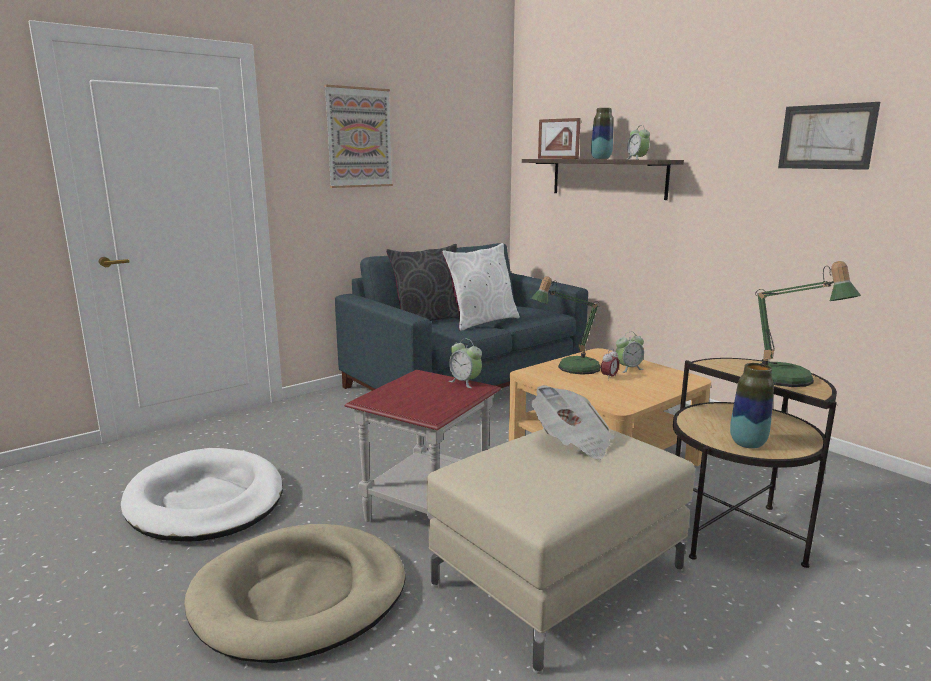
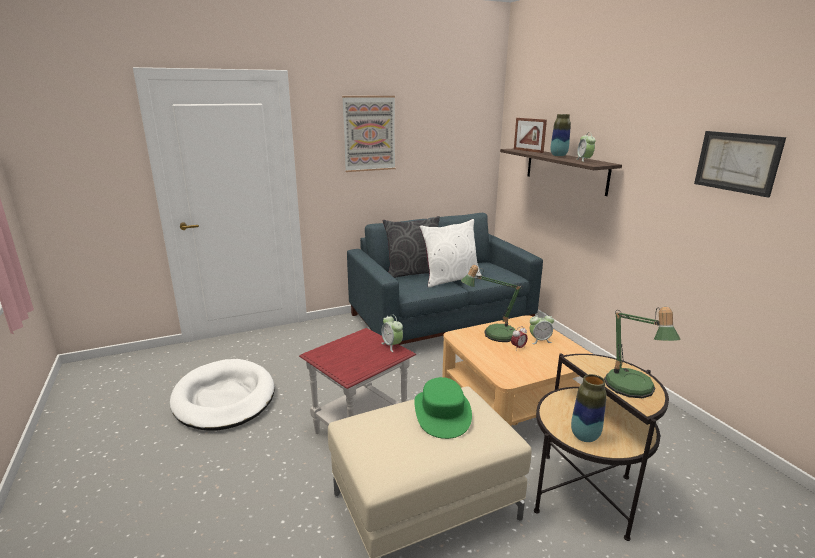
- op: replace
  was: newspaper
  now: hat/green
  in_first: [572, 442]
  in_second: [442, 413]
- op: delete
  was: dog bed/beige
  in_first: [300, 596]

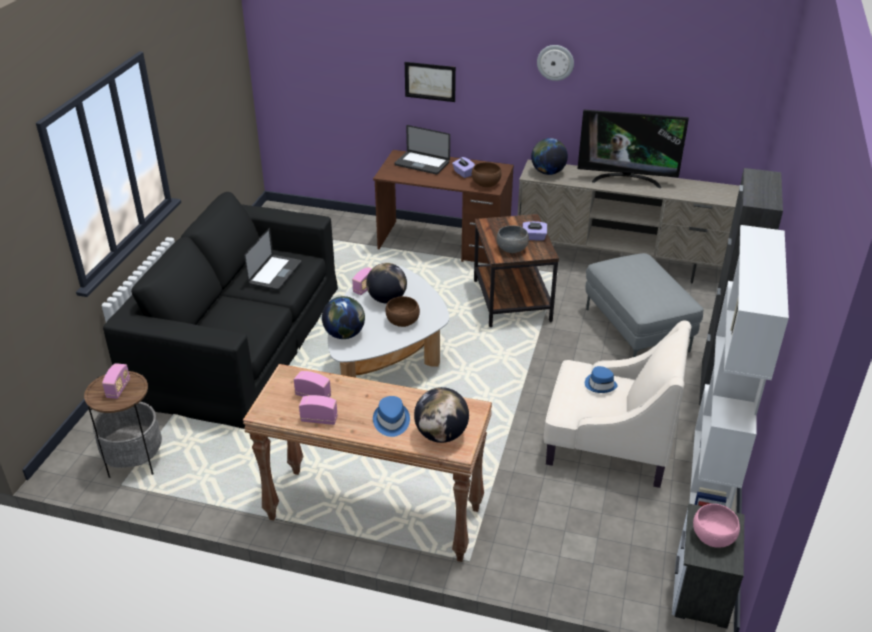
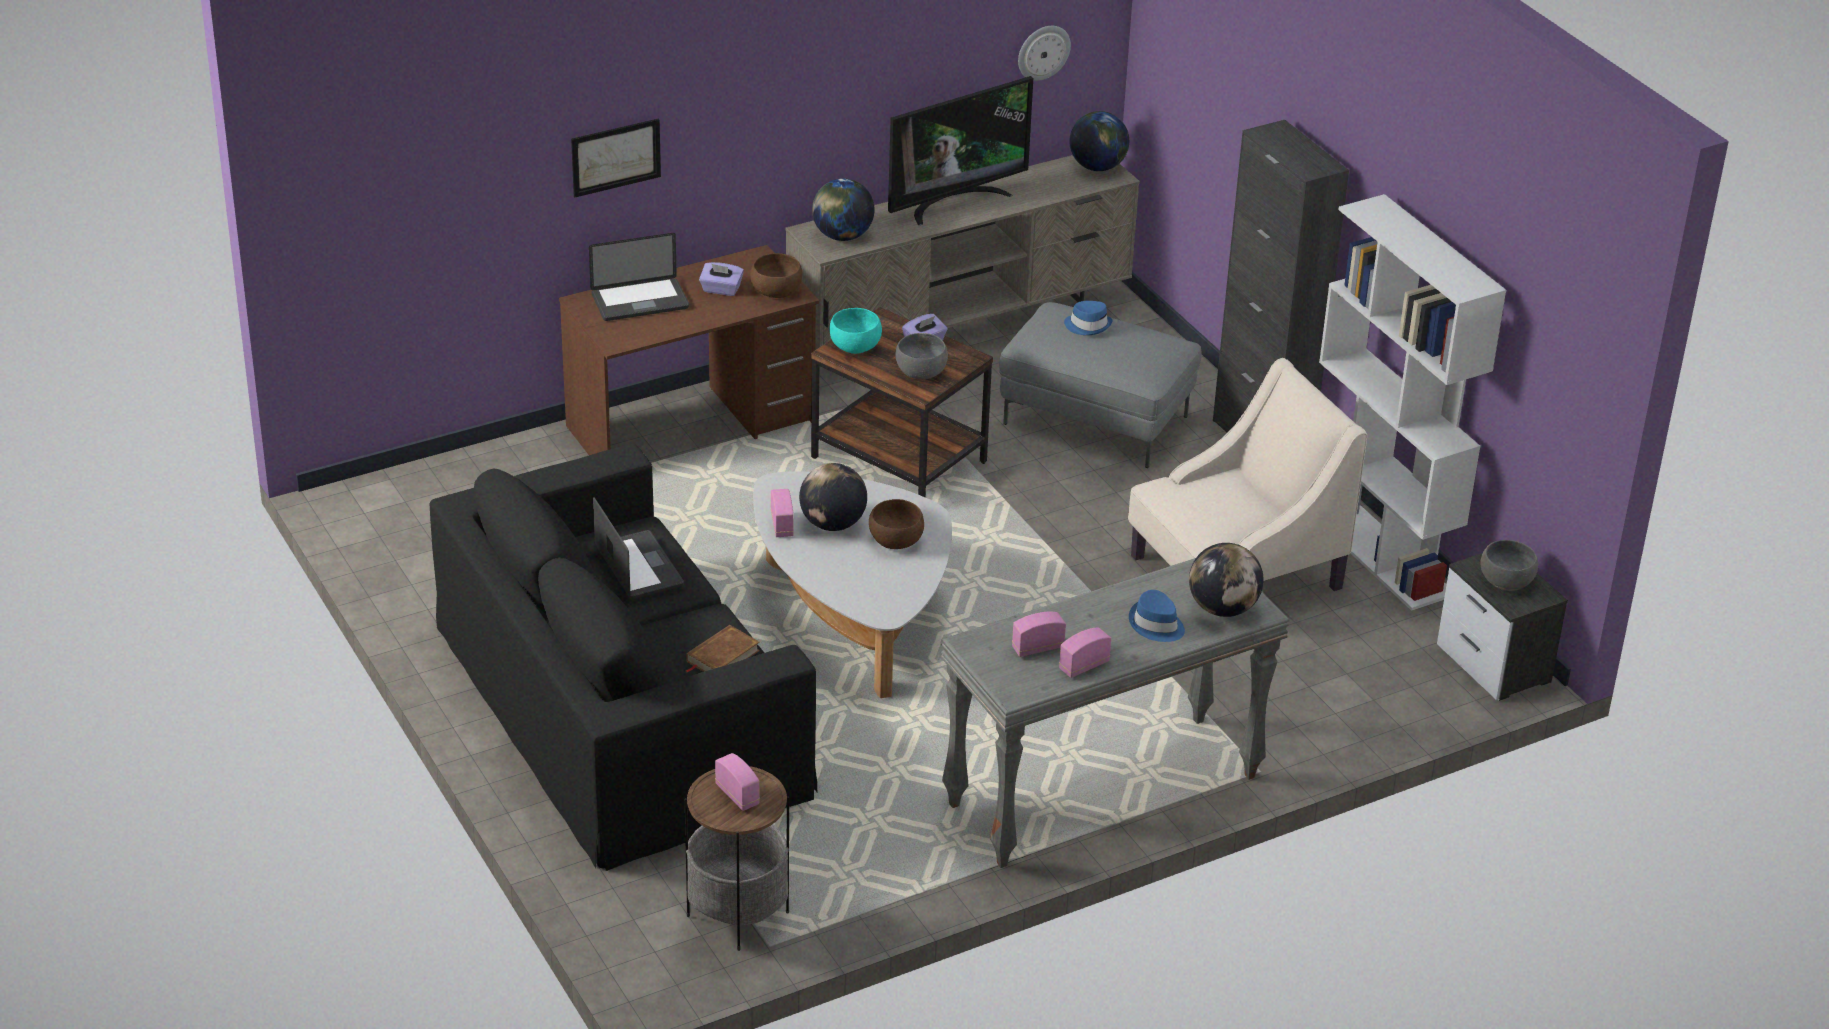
- op: insert
  now: book/brown
  in_second: [722, 656]
- op: insert
  now: bowl/turquoise
  in_second: [855, 346]
- op: recolor
  was: console table/brown
  now: console table/grey
  in_first: [373, 515]
  in_second: [1103, 793]
- op: move
  was: wall clock
  in_first: [555, 62]
  in_second: [1043, 52]
- op: move
  was: hat/blue
  in_first: [600, 384]
  in_second: [1088, 325]
- op: move
  was: globe
  in_first: [345, 334]
  in_second: [1097, 167]
- op: recolor
  was: bowl/pink
  now: bowl/grey
  in_first: [713, 536]
  in_second: [1505, 581]

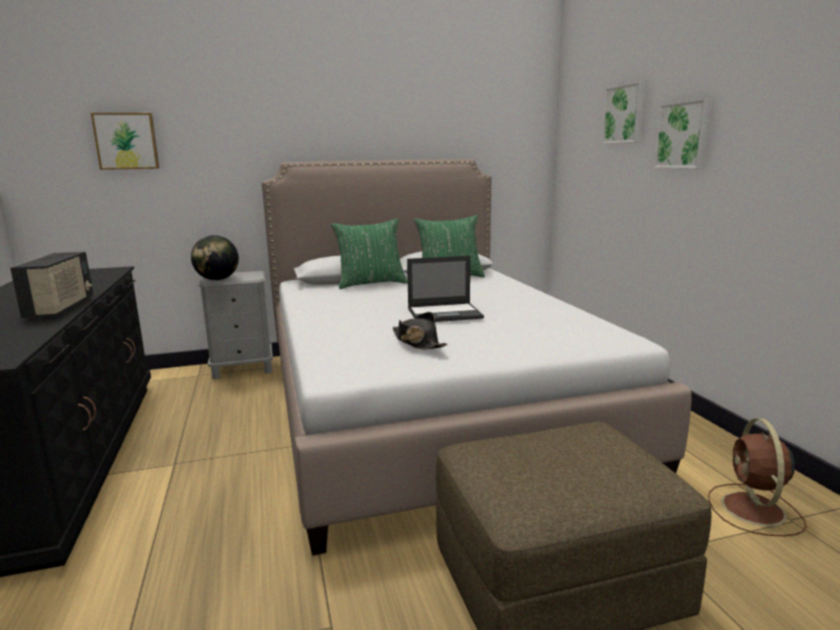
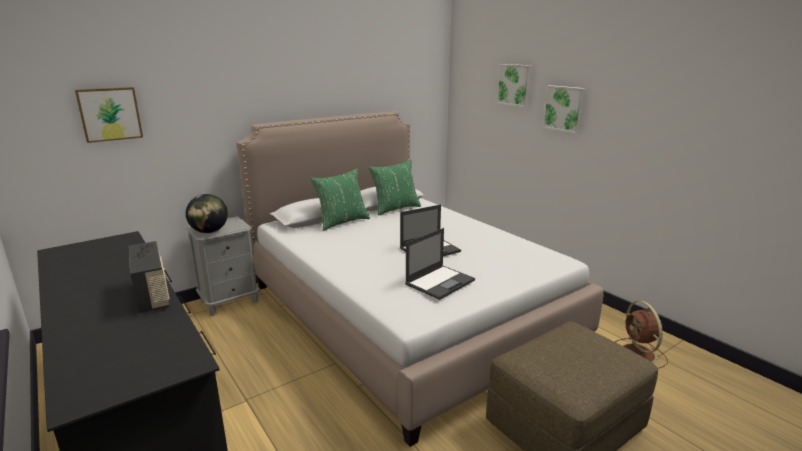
- op: replace
  was: hat/black
  now: laptop
  in_first: [417, 342]
  in_second: [440, 282]

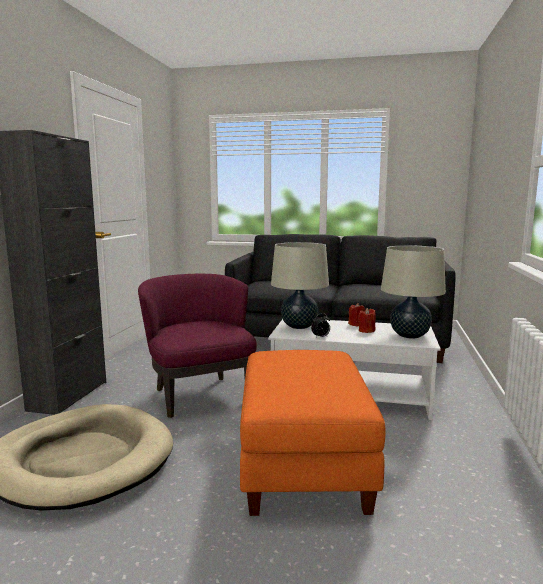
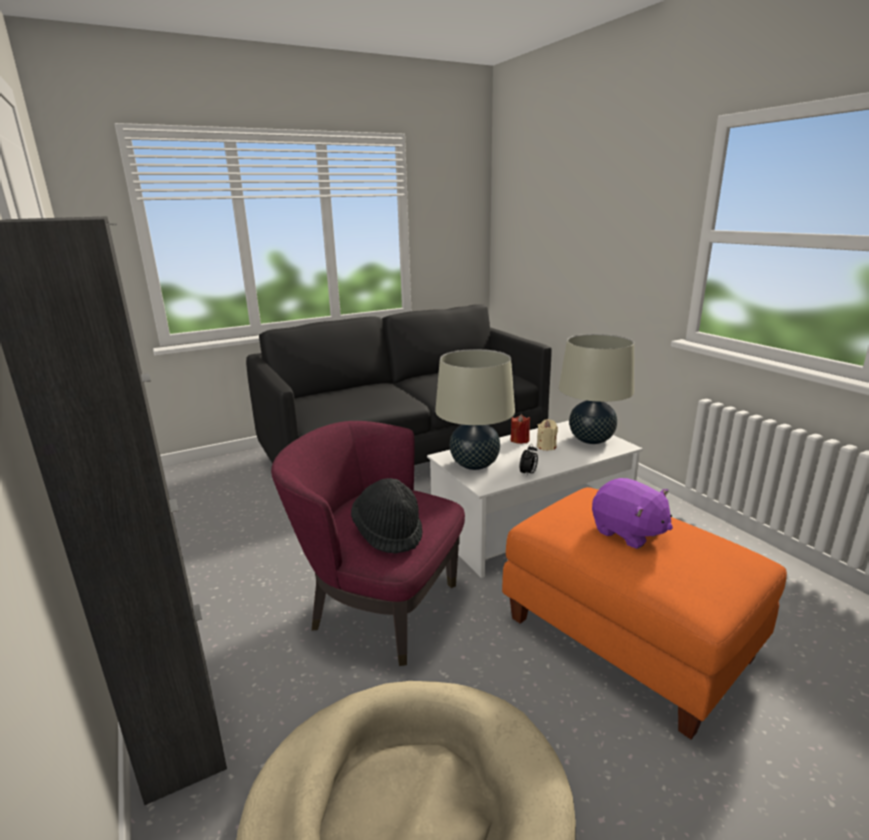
- op: insert
  now: hat/black
  in_second: [388, 533]
- op: recolor
  was: candle/red
  now: candle/beige
  in_first: [366, 331]
  in_second: [546, 446]
- op: insert
  now: plush toy/purple
  in_second: [628, 532]

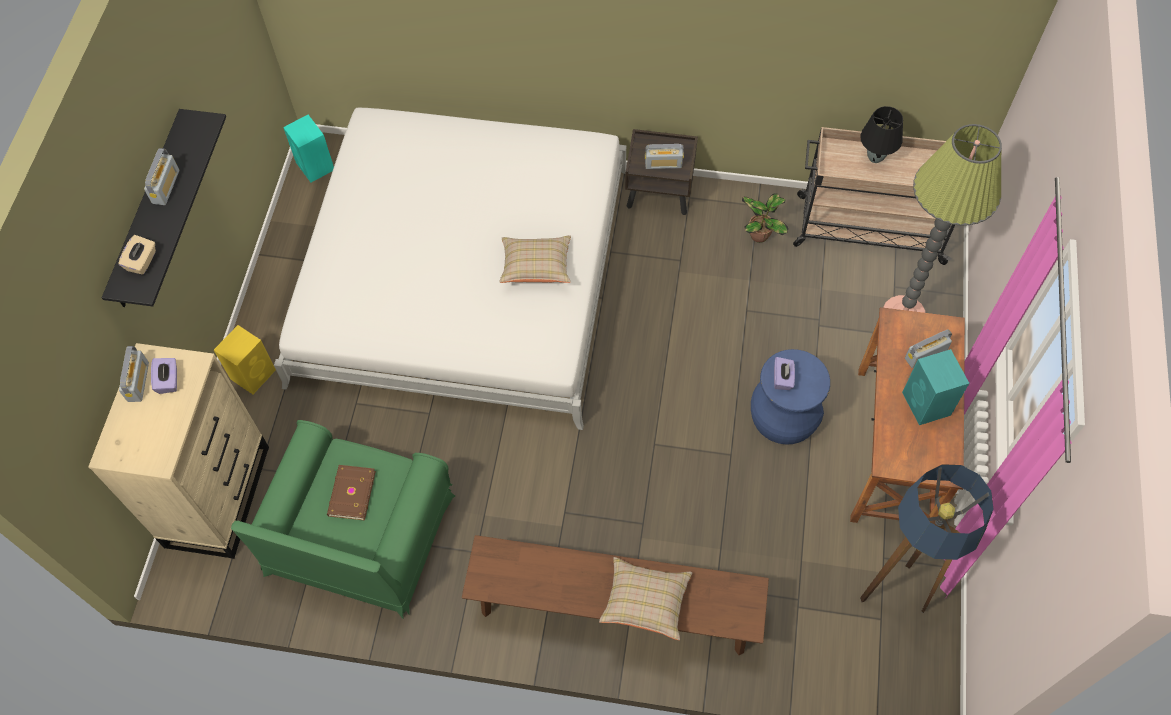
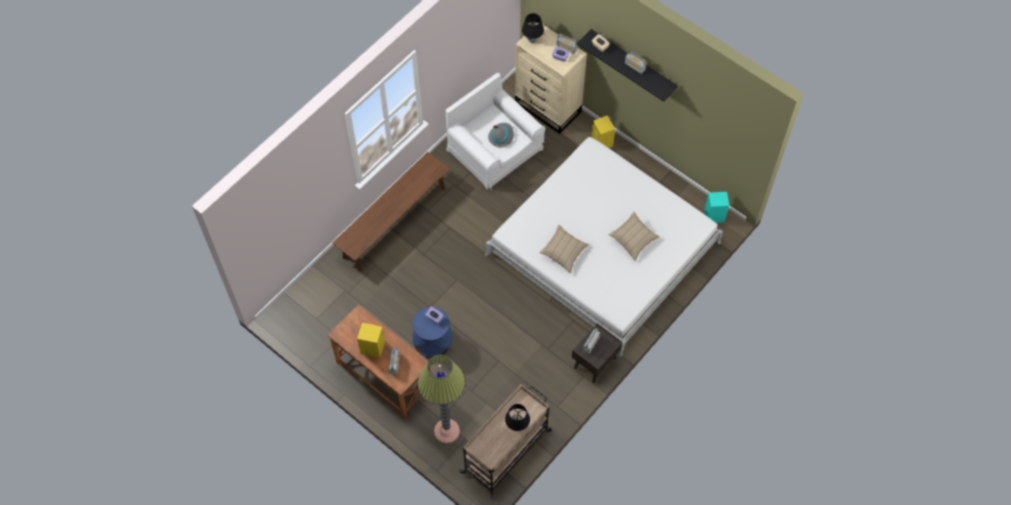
- op: recolor
  was: speaker/turquoise
  now: speaker/yellow
  in_first: [927, 404]
  in_second: [372, 347]
- op: recolor
  was: armchair/green
  now: armchair/white
  in_first: [359, 534]
  in_second: [494, 149]
- op: replace
  was: book/brown
  now: hat/grey
  in_first: [350, 494]
  in_second: [501, 136]
- op: insert
  now: table lamp/black
  in_second: [532, 40]
- op: move
  was: pillow/beige
  in_first: [645, 602]
  in_second: [633, 240]
- op: delete
  was: potted plant
  in_first: [760, 235]
- op: delete
  was: floor lamp
  in_first: [891, 593]

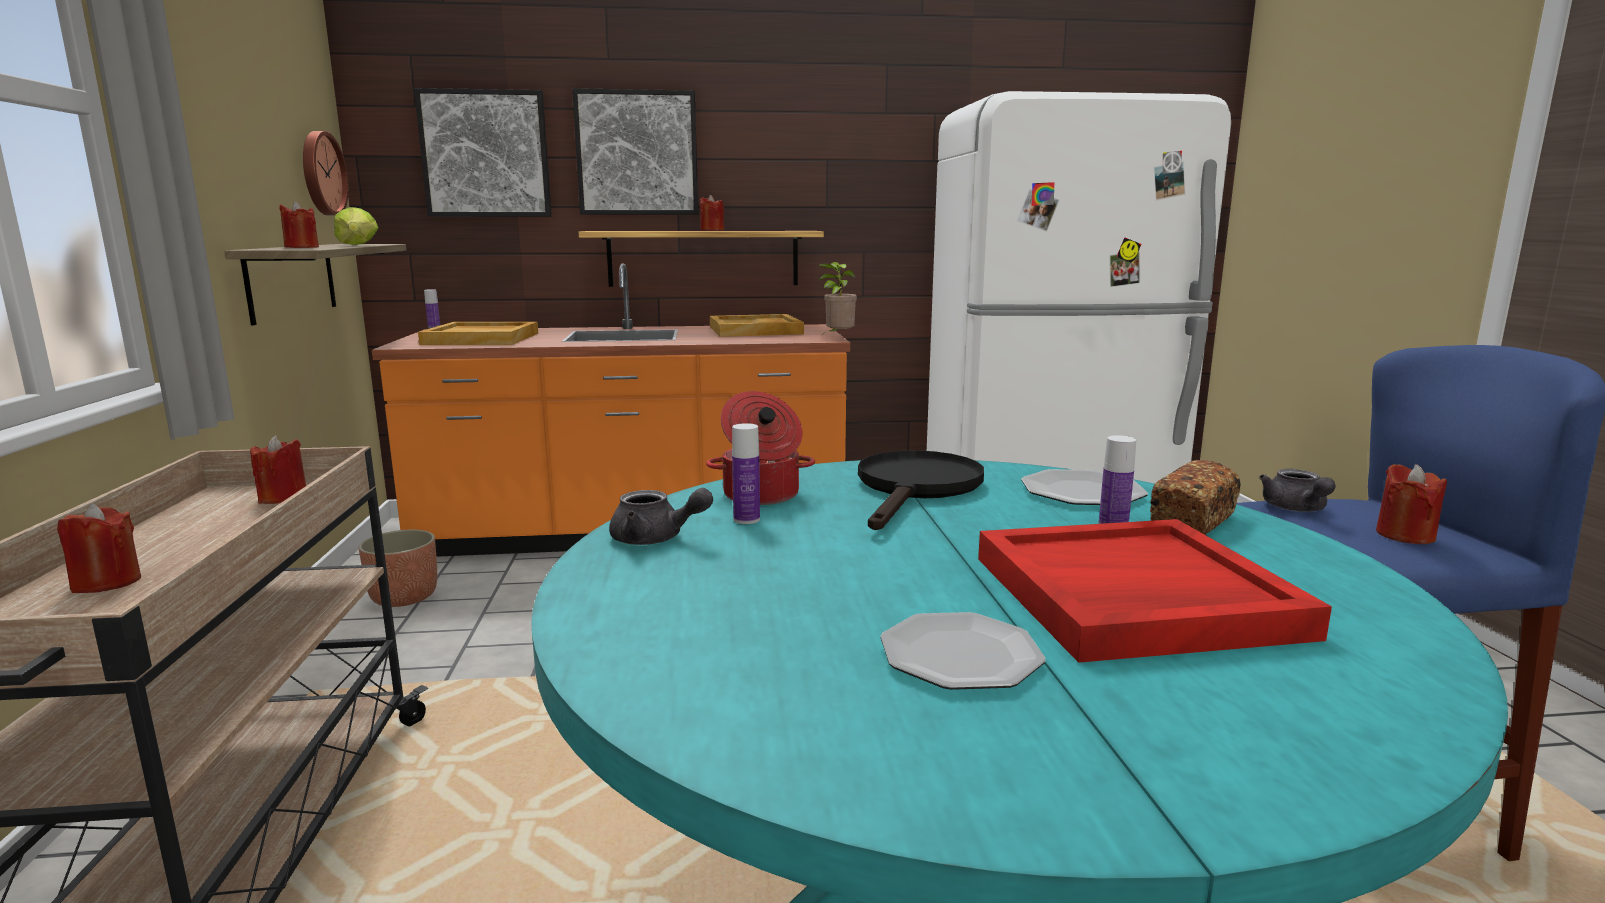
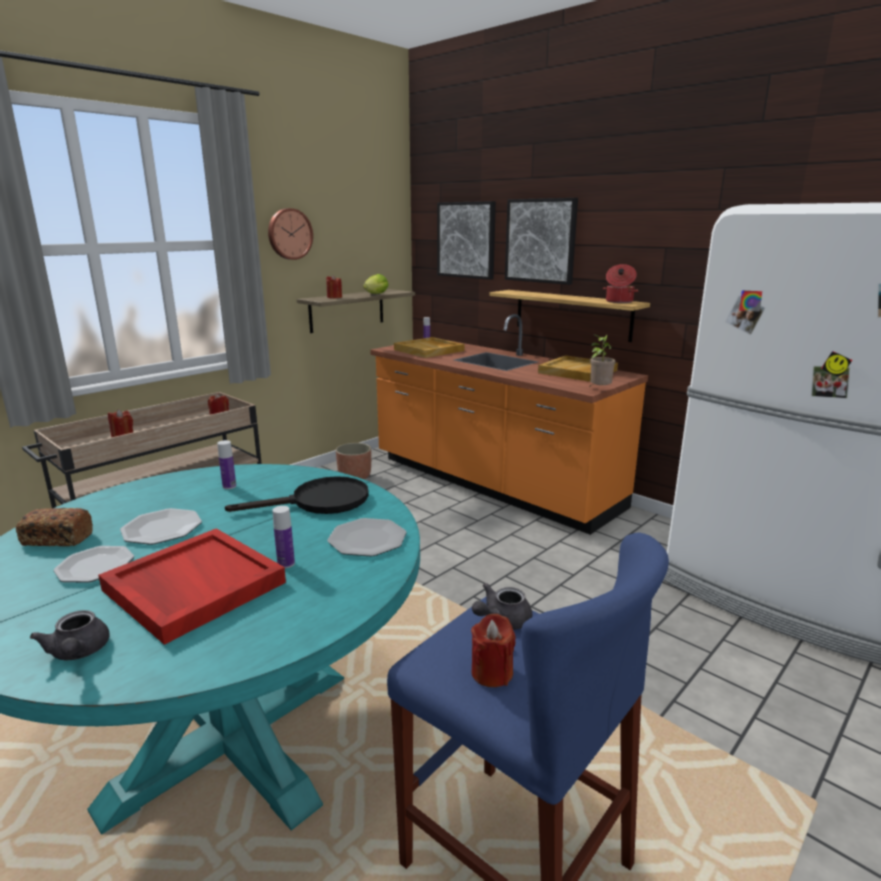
- op: move
  was: bread
  in_first: [1193, 520]
  in_second: [57, 539]
- op: move
  was: teapot/grey
  in_first: [656, 539]
  in_second: [78, 653]
- op: insert
  now: plate
  in_second: [162, 528]
- op: move
  was: wall clock
  in_first: [321, 173]
  in_second: [289, 234]
- op: move
  was: cooking pot
  in_first: [761, 496]
  in_second: [618, 302]
- op: delete
  was: candle/red
  in_first: [712, 230]

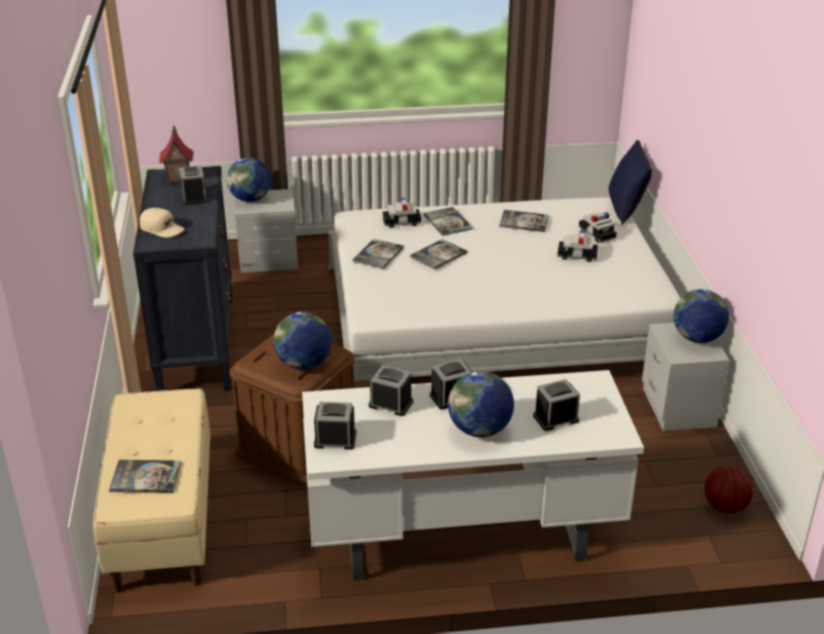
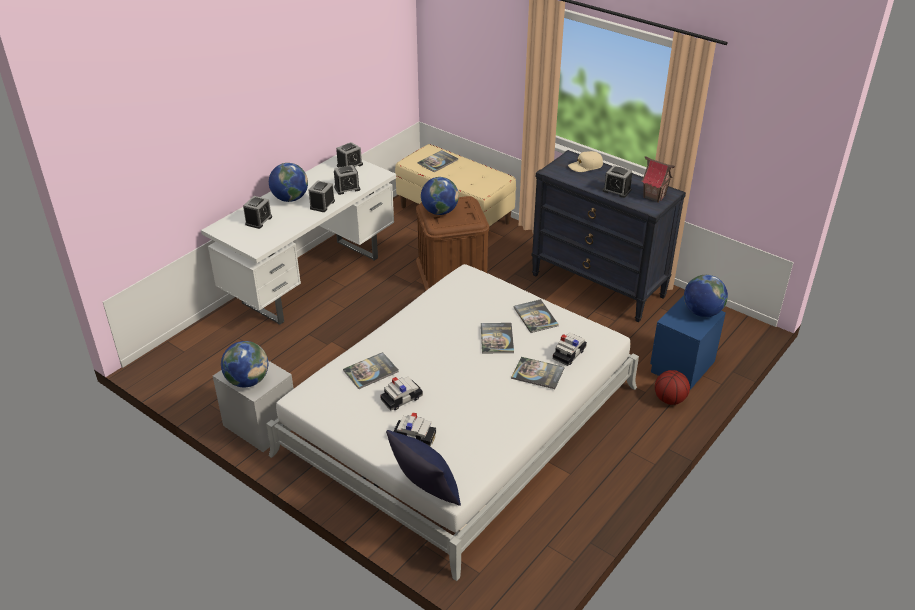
- op: move
  was: book
  in_first: [524, 222]
  in_second: [371, 371]
- op: recolor
  was: nightstand/grey
  now: nightstand/blue
  in_first: [269, 260]
  in_second: [682, 366]
- op: move
  was: basketball
  in_first: [725, 507]
  in_second: [669, 399]

